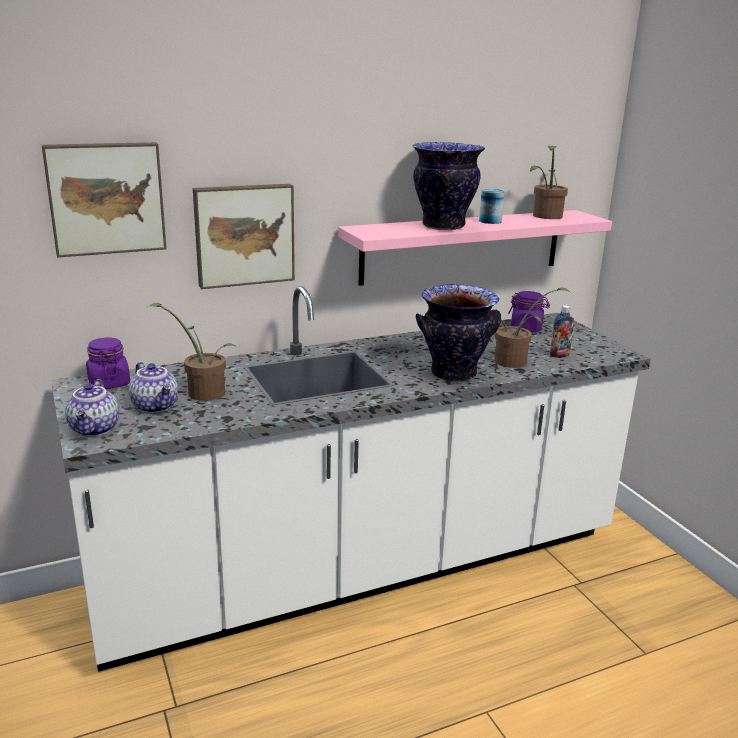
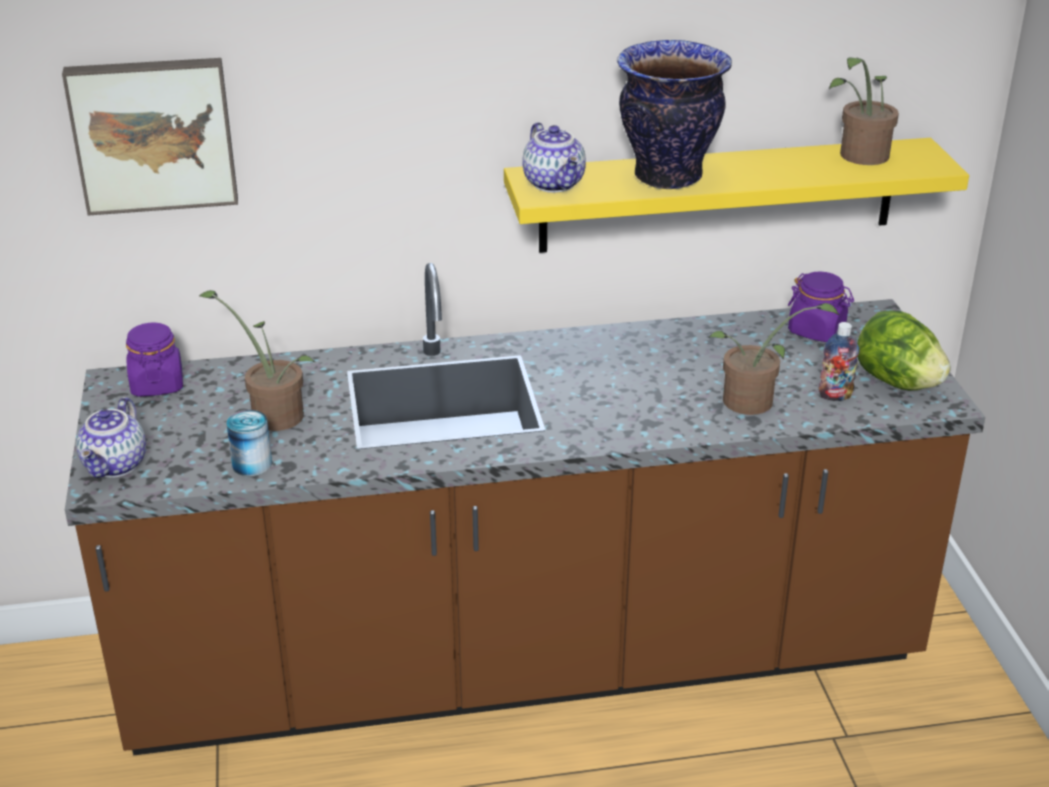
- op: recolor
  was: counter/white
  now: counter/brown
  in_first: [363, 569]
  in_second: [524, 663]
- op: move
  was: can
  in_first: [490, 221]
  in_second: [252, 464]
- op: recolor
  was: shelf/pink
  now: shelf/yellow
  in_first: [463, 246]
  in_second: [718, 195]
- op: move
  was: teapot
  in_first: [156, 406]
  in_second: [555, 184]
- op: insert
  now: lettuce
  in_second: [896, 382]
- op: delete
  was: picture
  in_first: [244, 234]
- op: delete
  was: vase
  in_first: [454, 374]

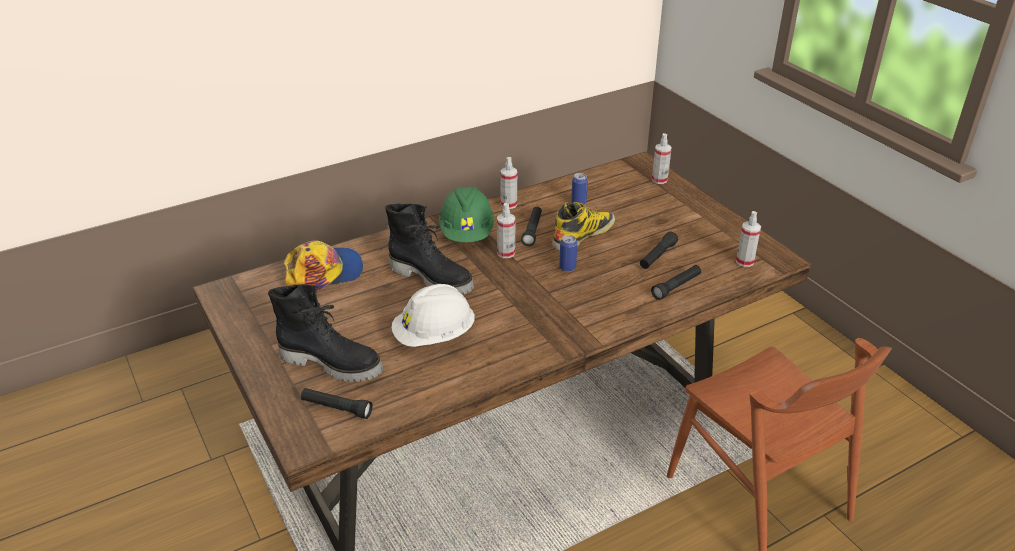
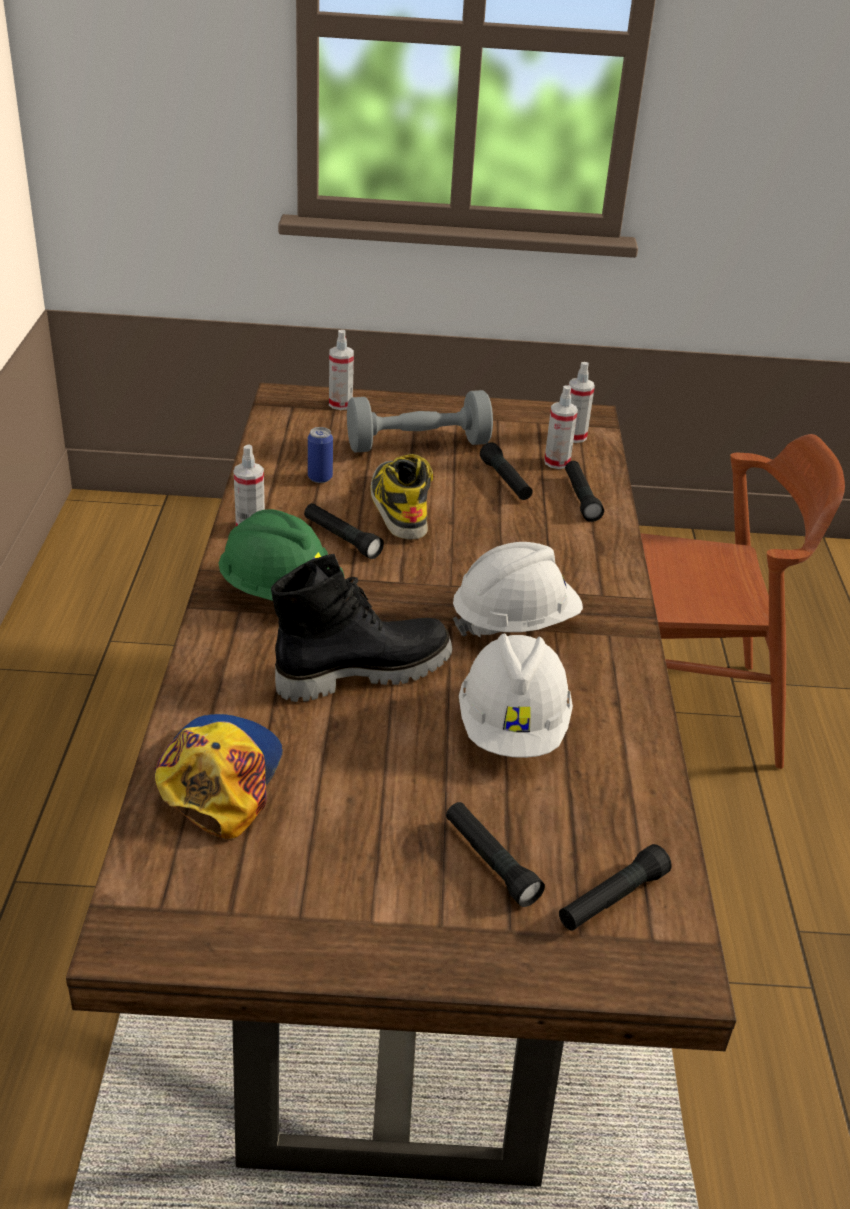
- op: insert
  now: dumbbell/grey
  in_second: [418, 445]
- op: replace
  was: boot/black
  now: flashlight/black
  in_first: [332, 363]
  in_second: [490, 862]
- op: insert
  now: hard hat/white
  in_second: [514, 622]
- op: move
  was: spray bottle
  in_first: [506, 253]
  in_second: [557, 462]
- op: delete
  was: can
  in_first: [567, 267]

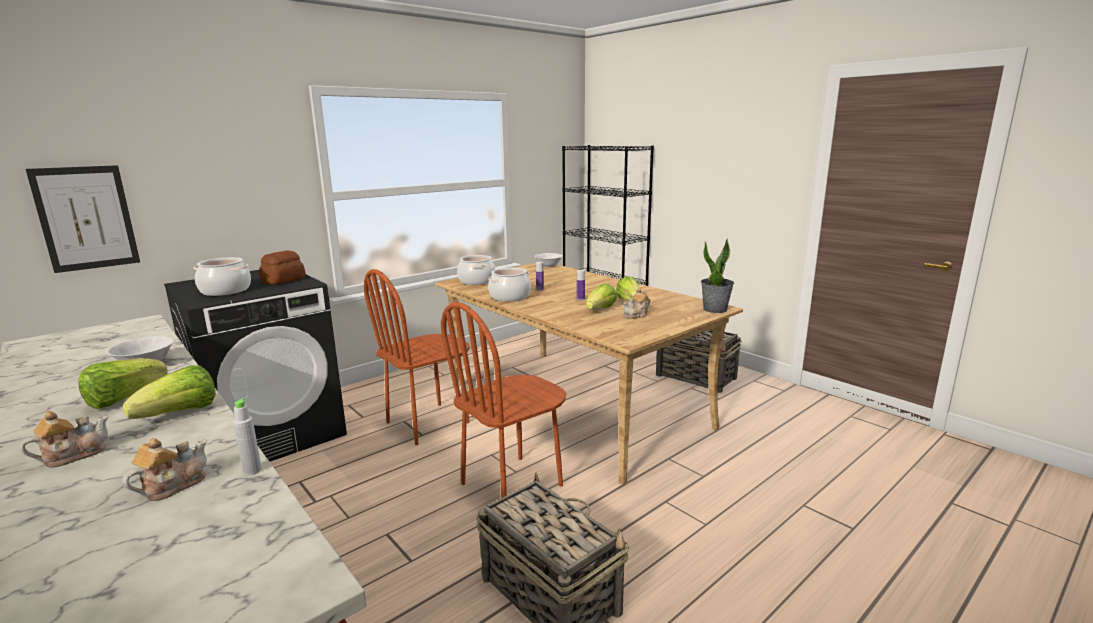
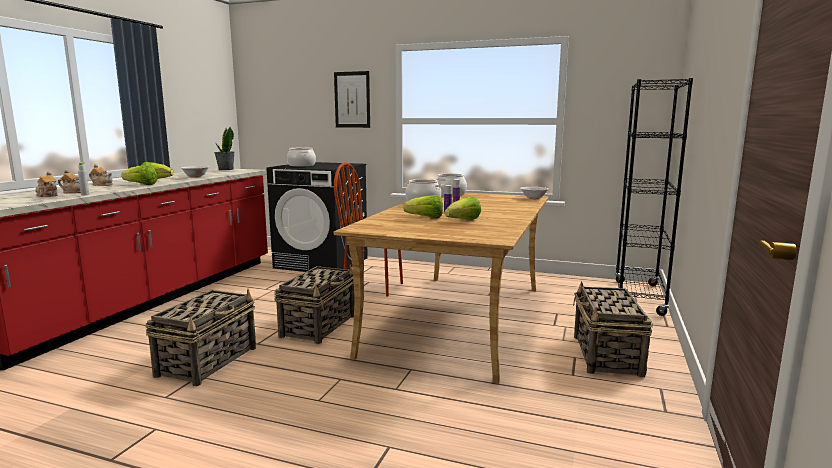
- op: move
  was: teapot
  in_first: [636, 315]
  in_second: [47, 195]
- op: move
  was: potted plant
  in_first: [715, 309]
  in_second: [225, 169]
- op: replace
  was: chair/brown
  now: basket
  in_first: [512, 485]
  in_second: [319, 326]
- op: move
  was: picture
  in_first: [86, 218]
  in_second: [352, 99]
- op: delete
  was: bread
  in_first: [283, 280]

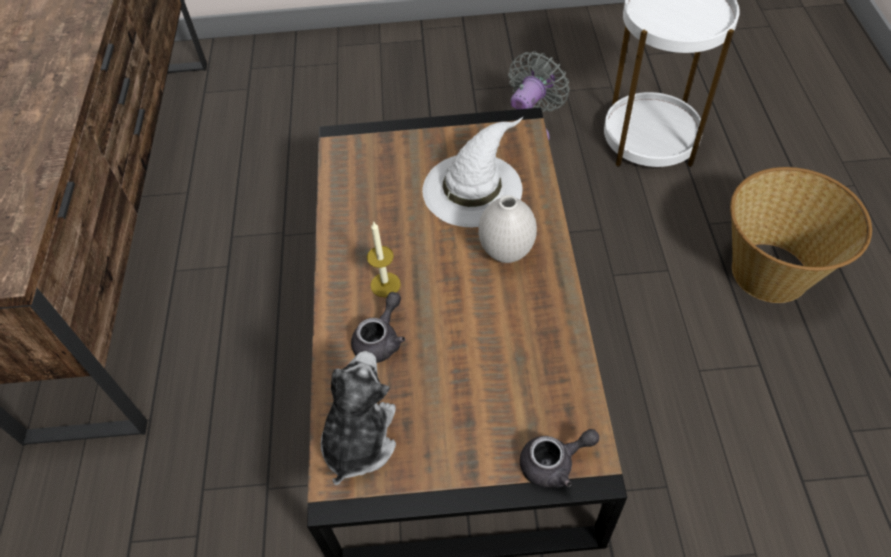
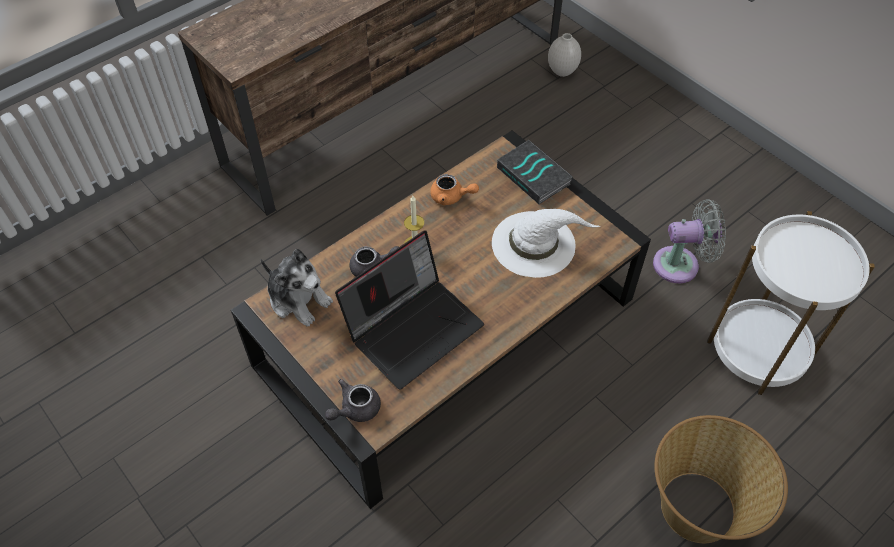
- op: rotate
  was: plush toy
  in_first: [359, 439]
  in_second: [298, 299]
  clockwise: 60
- op: rotate
  was: teapot/grey
  in_first: [554, 463]
  in_second: [355, 409]
  clockwise: 105
- op: insert
  now: laptop
  in_second: [414, 327]
- op: insert
  now: teapot/orange
  in_second: [451, 197]
- op: insert
  now: book
  in_second: [535, 176]
- op: move
  was: vase/white
  in_first: [506, 252]
  in_second: [562, 71]

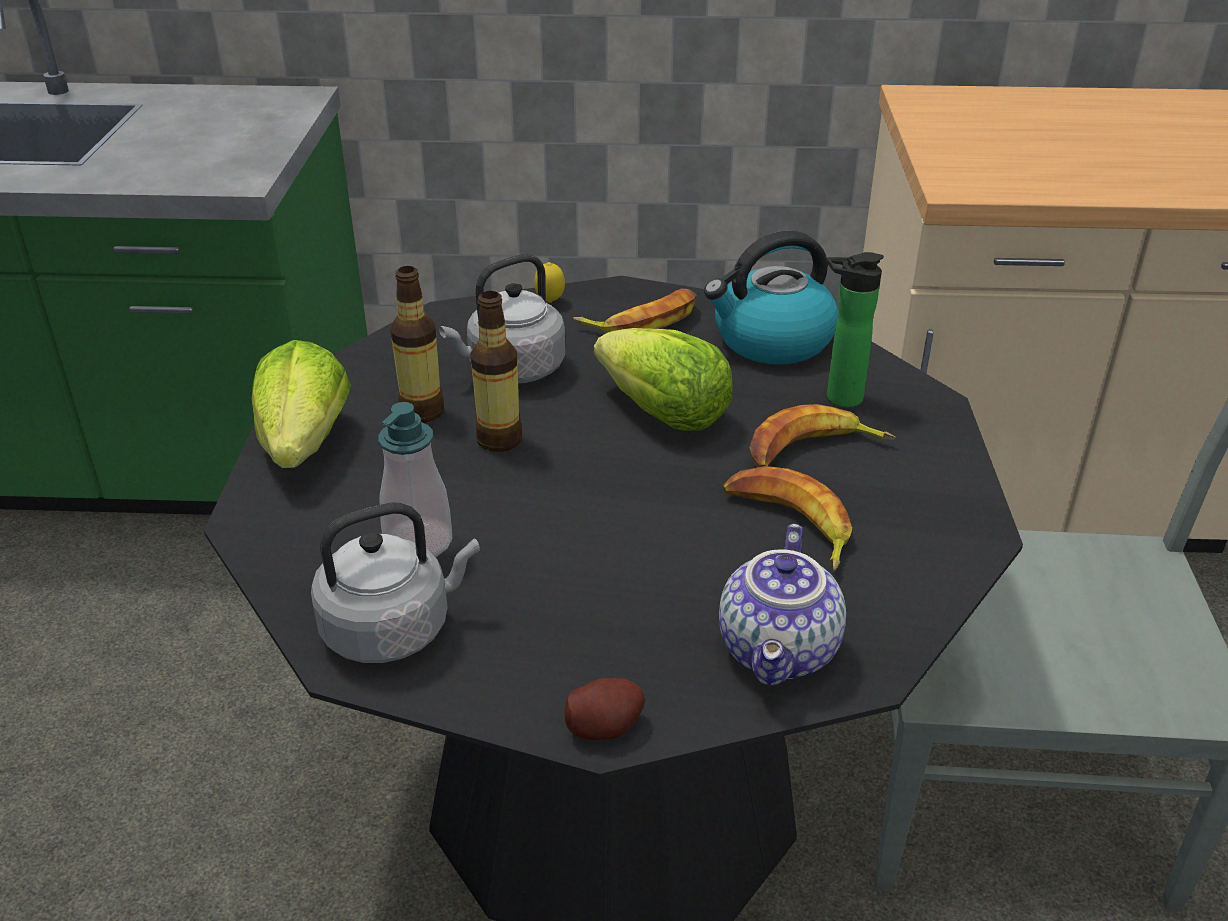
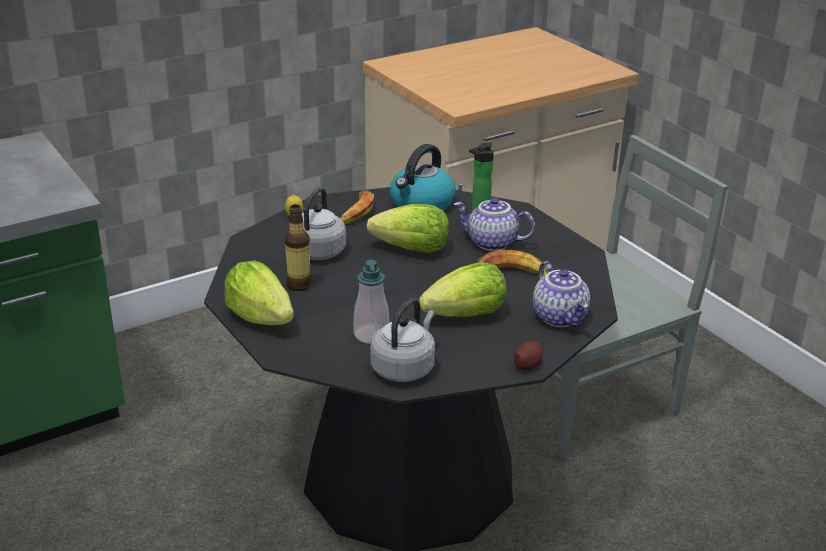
- op: insert
  now: lettuce
  in_second: [466, 315]
- op: replace
  was: banana
  now: teapot
  in_first: [812, 451]
  in_second: [491, 243]
- op: delete
  was: bottle
  in_first: [499, 440]

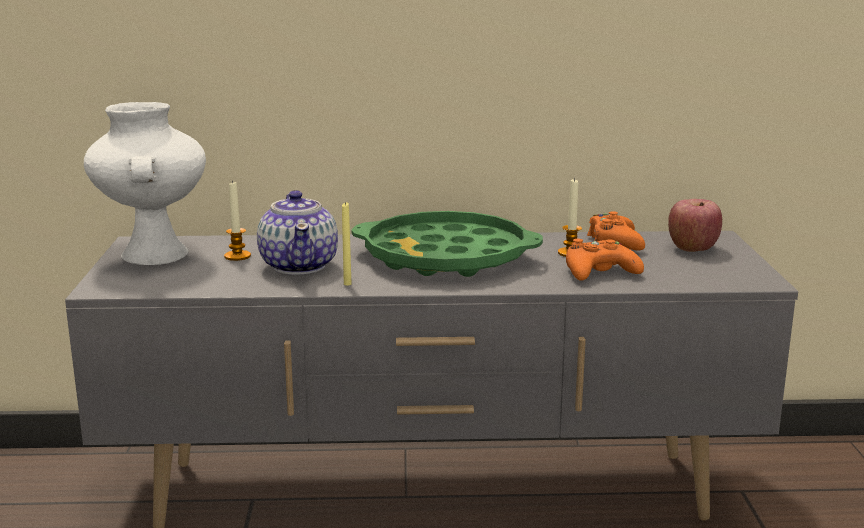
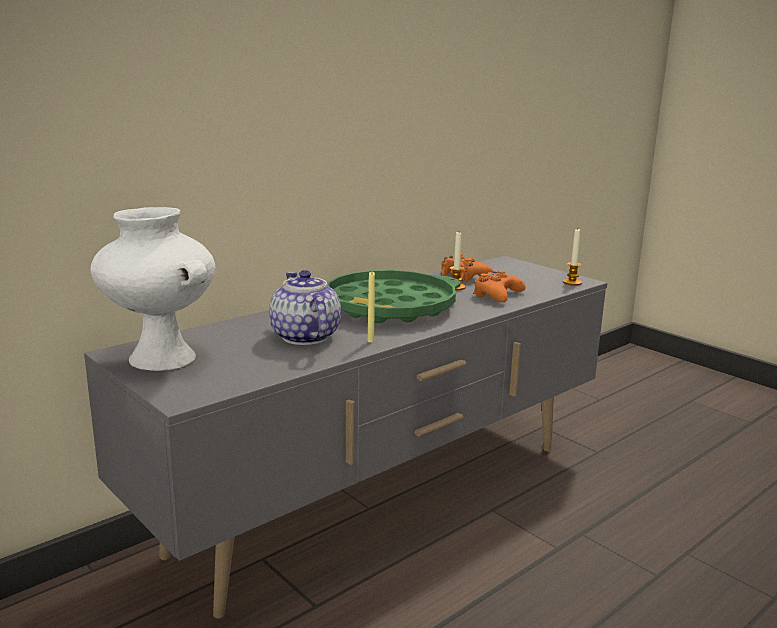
- op: rotate
  was: teapot
  in_first: [300, 265]
  in_second: [305, 337]
  clockwise: -150
- op: move
  was: candle
  in_first: [237, 256]
  in_second: [572, 282]
- op: delete
  was: apple
  in_first: [692, 248]

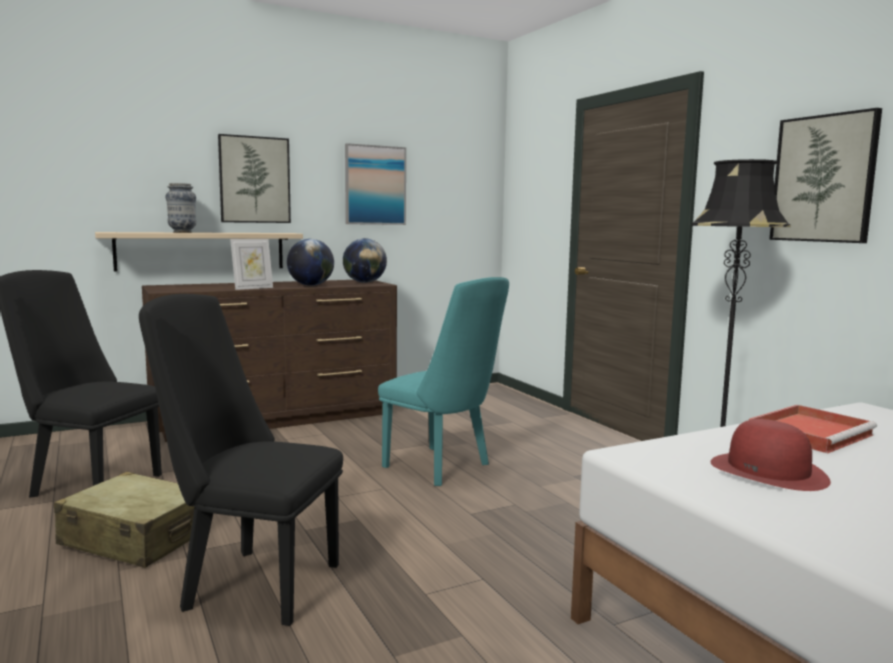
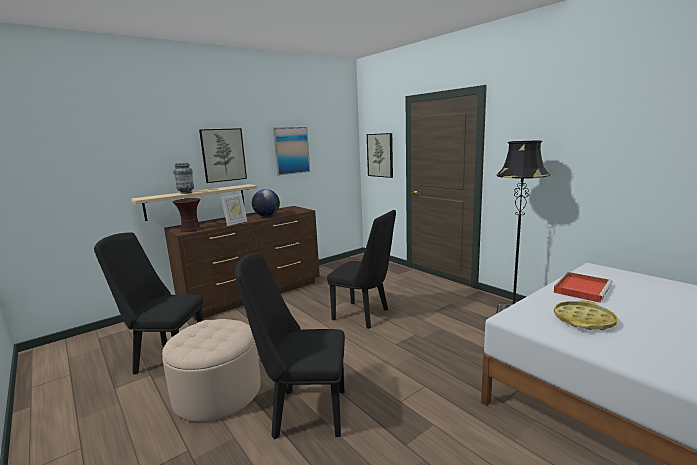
- op: replace
  was: suitcase/beige
  now: ottoman/beige
  in_first: [136, 538]
  in_second: [217, 393]
- op: insert
  now: vase
  in_second: [191, 230]
- op: recolor
  was: chair/turquoise
  now: chair/black
  in_first: [443, 468]
  in_second: [365, 315]
- op: move
  was: picture
  in_first: [824, 179]
  in_second: [380, 155]
- op: replace
  was: hat/red
  now: tray/yellow
  in_first: [768, 471]
  in_second: [583, 320]
- op: delete
  was: globe
  in_first: [364, 282]

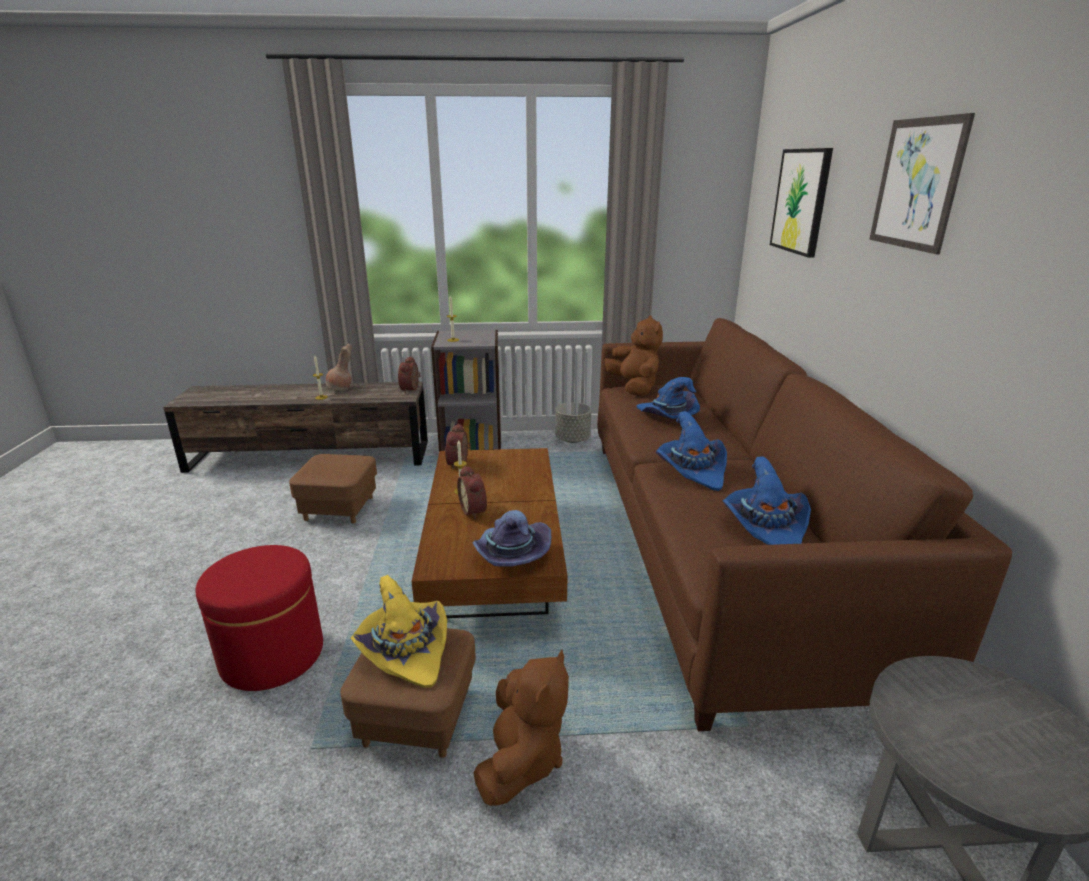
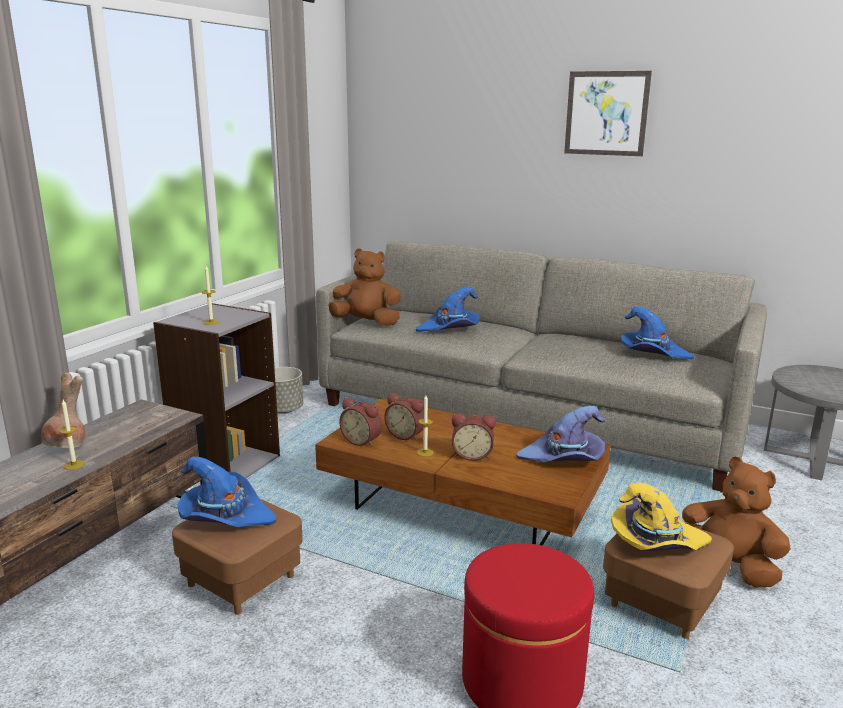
- op: move
  was: hat/blue
  in_first: [692, 470]
  in_second: [225, 516]
- op: recolor
  was: sofa/brown
  now: sofa/grey
  in_first: [716, 543]
  in_second: [526, 416]
- op: move
  was: alarm clock
  in_first: [411, 389]
  in_second: [407, 435]
- op: delete
  was: picture
  in_first: [801, 201]

